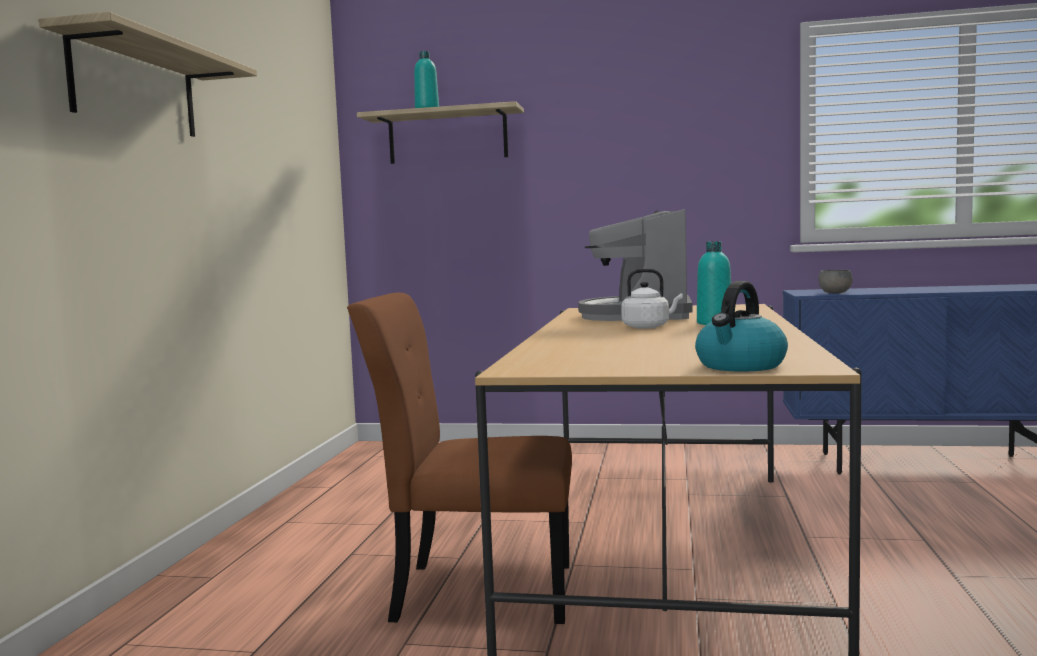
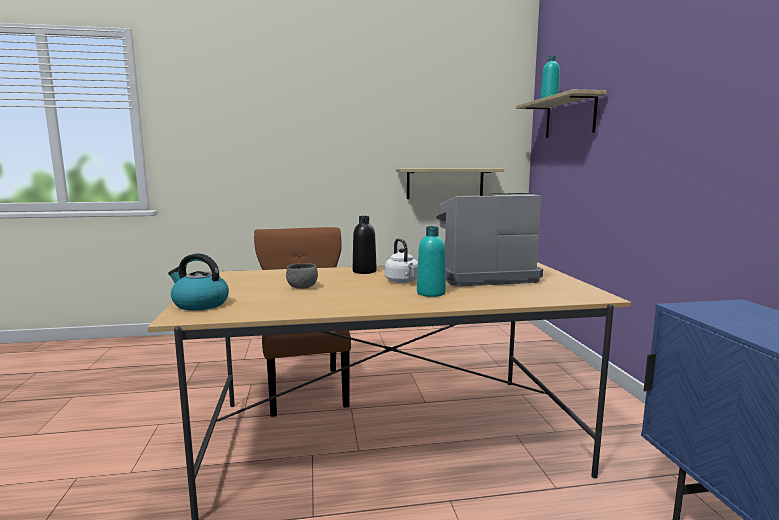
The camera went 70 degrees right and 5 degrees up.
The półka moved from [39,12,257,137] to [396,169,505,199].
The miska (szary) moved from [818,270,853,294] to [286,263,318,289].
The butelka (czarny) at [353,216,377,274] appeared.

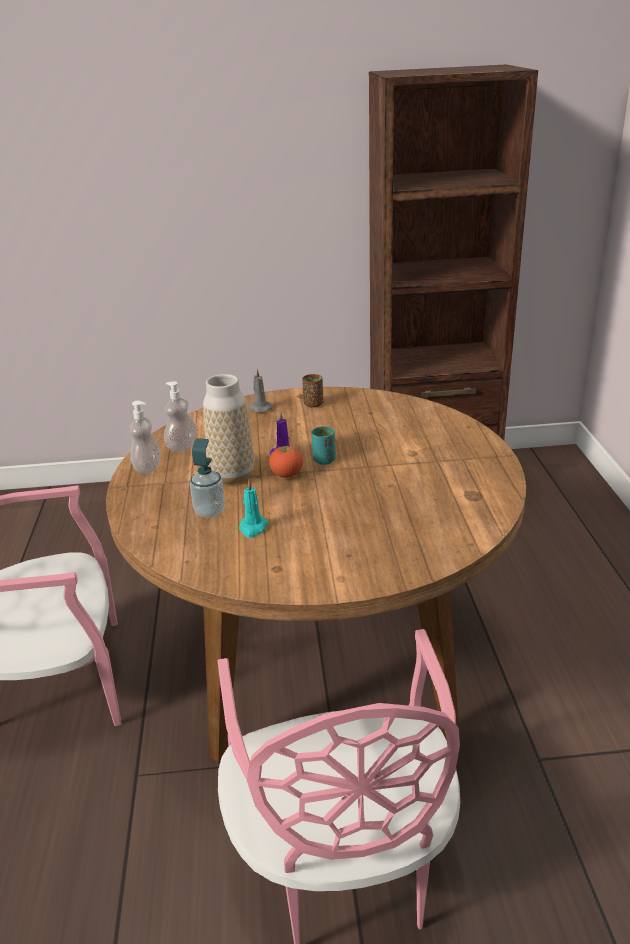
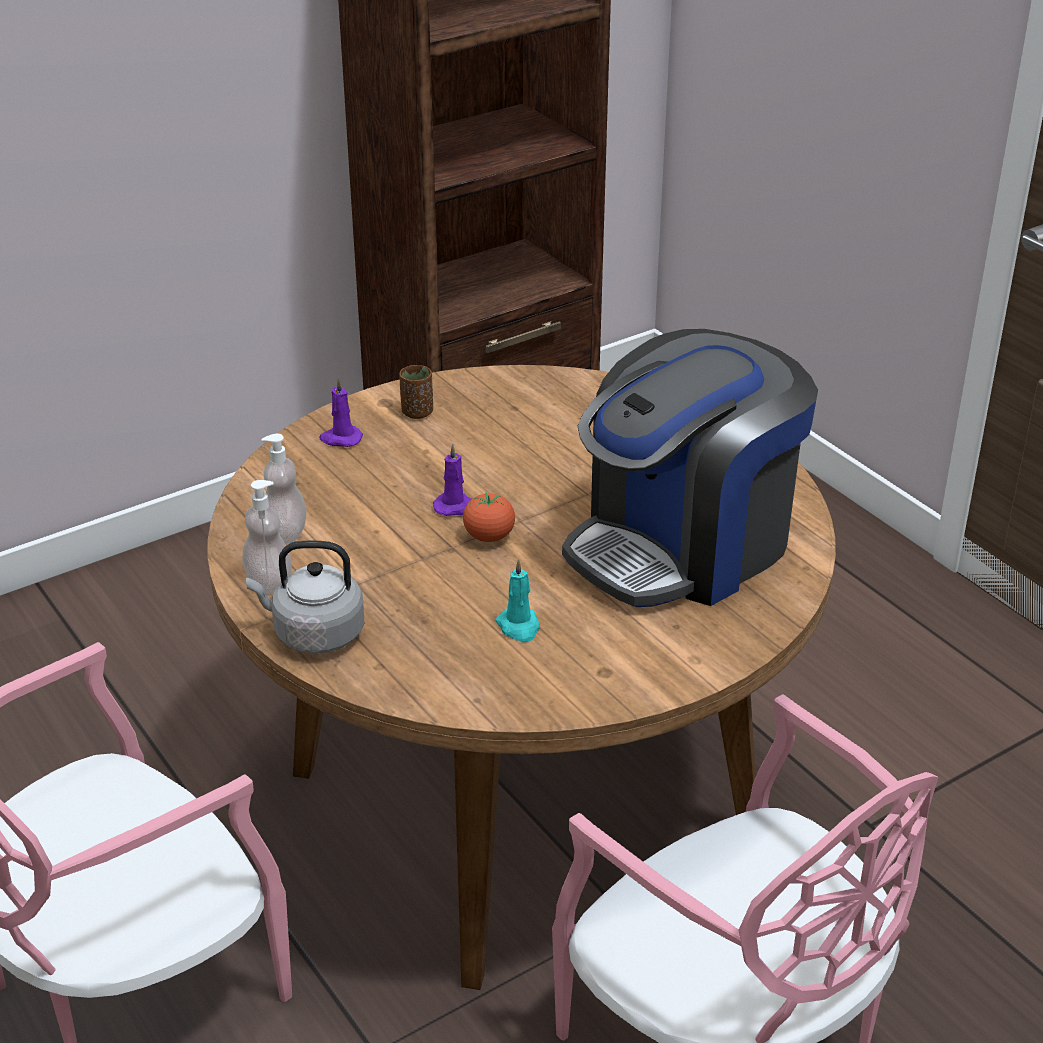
The camera went 30 degrees left and 5 degrees up.
The świeca (szary) at [248,369,273,413] became the świeca (fioletowy) at [319,378,363,447].
The wazon at [203,374,254,484] disappeared.
The filiżanka (turkusowy) at [311,426,336,465] disappeared.
The dozownik mydła at [190,438,225,518] disappeared.
The ekspres do kawy at [562,329,818,607] appeared.
The czajnik (szary) at [246,541,364,654] appeared.

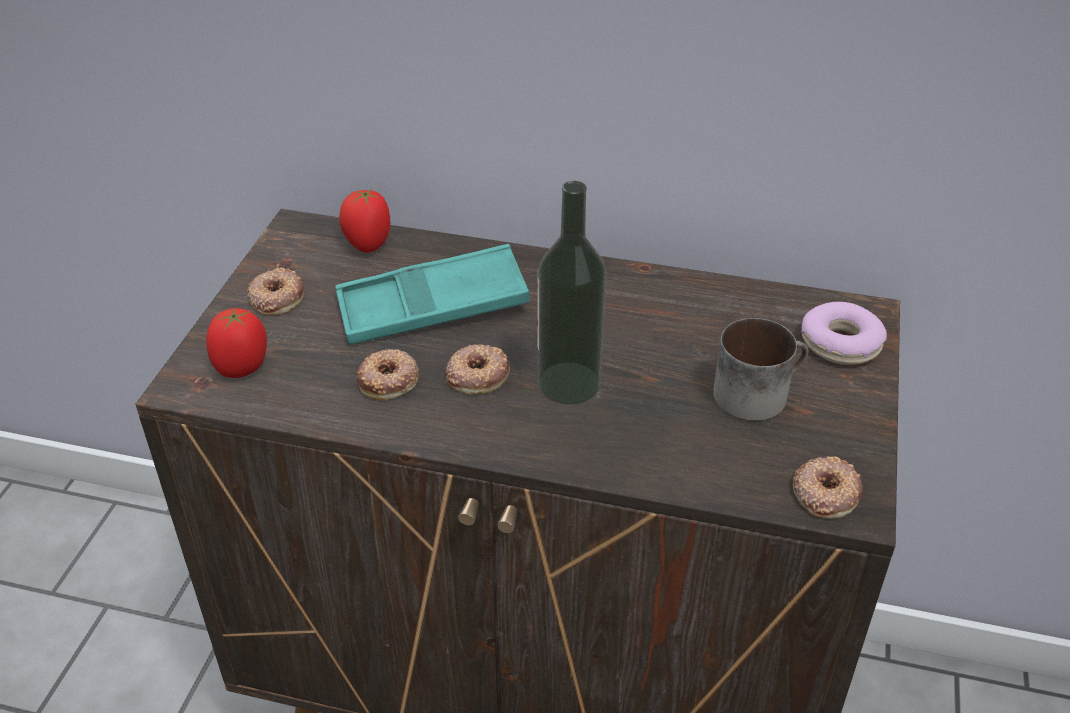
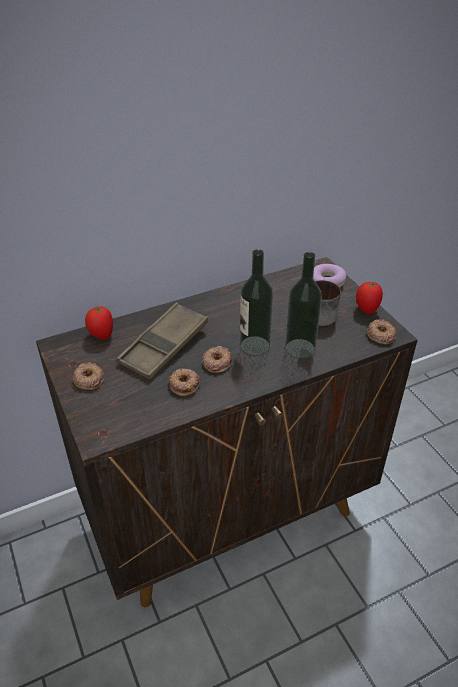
The camera went 40 degrees left and 0 degrees up.
The taca (turkusowy) at [335,244,530,345] became the taca (brązowy) at [117,302,208,380].
The pomidor moved from [206,308,267,378] to [356,282,383,314].
The butelka at [285,252,322,359] appeared.

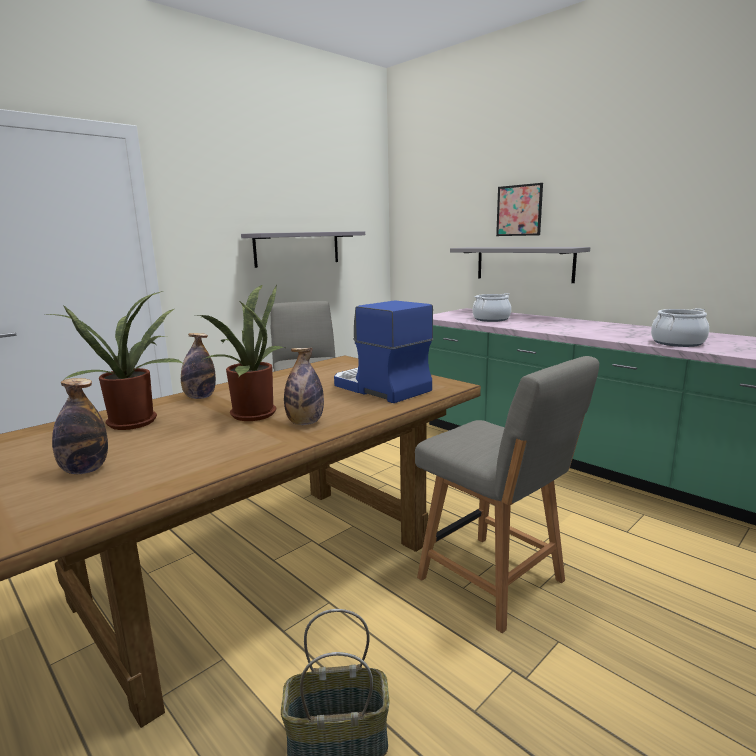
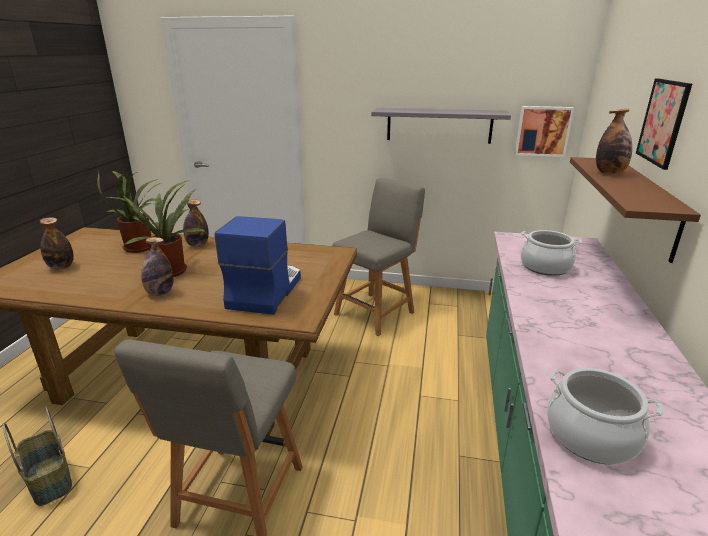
The camera went 55 degrees right and 10 degrees up.
The półka (szary) at [450,247,590,283] became the półka (brązowy) at [570,157,701,263].
The obraz at [515,106,574,157] appeared.
The butelka at [596,109,632,174] appeared.

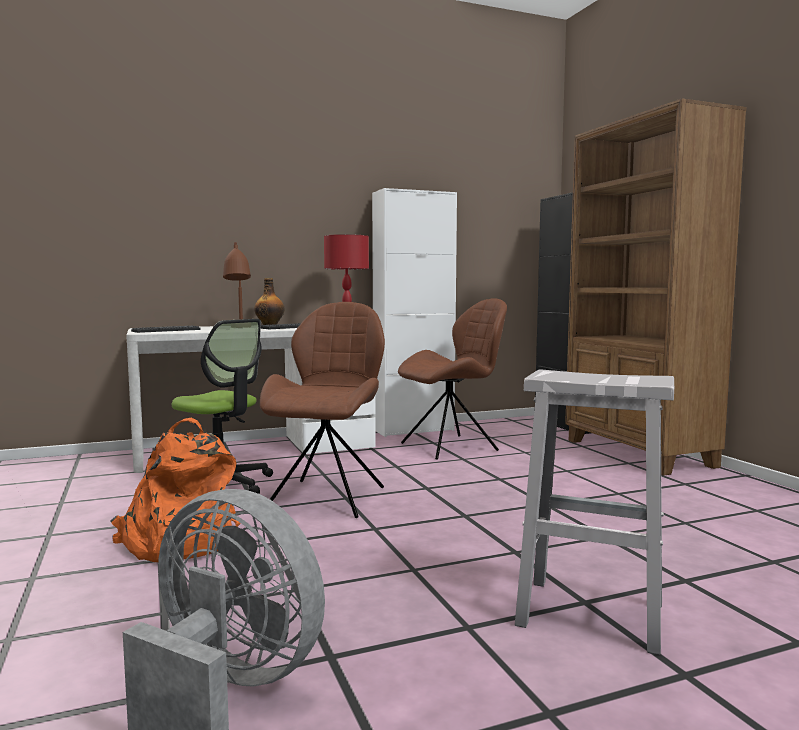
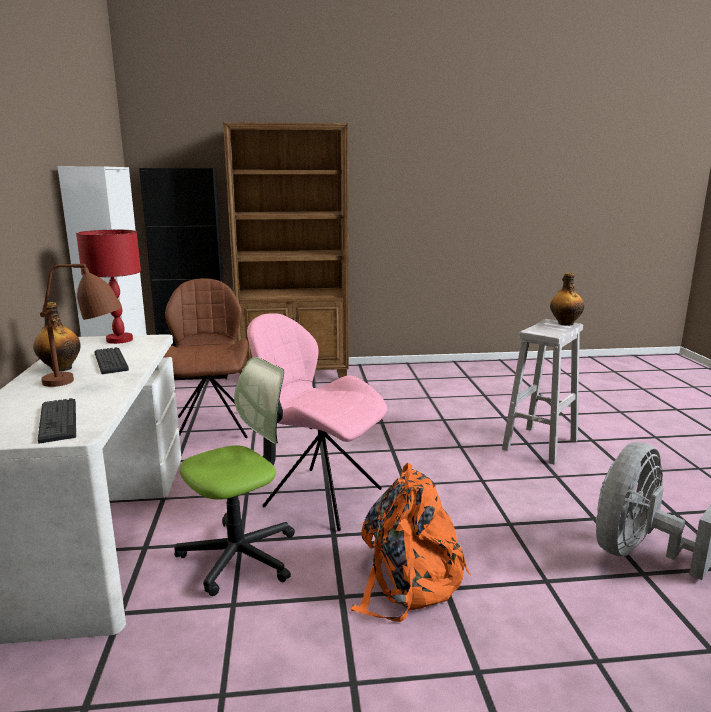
The camera went 75 degrees left and 10 degrees up.
The krzesło (brązowy) at [260,302,385,518] became the krzesło (różowy) at [247,313,387,531].
The butelka at [550,273,584,326] appeared.

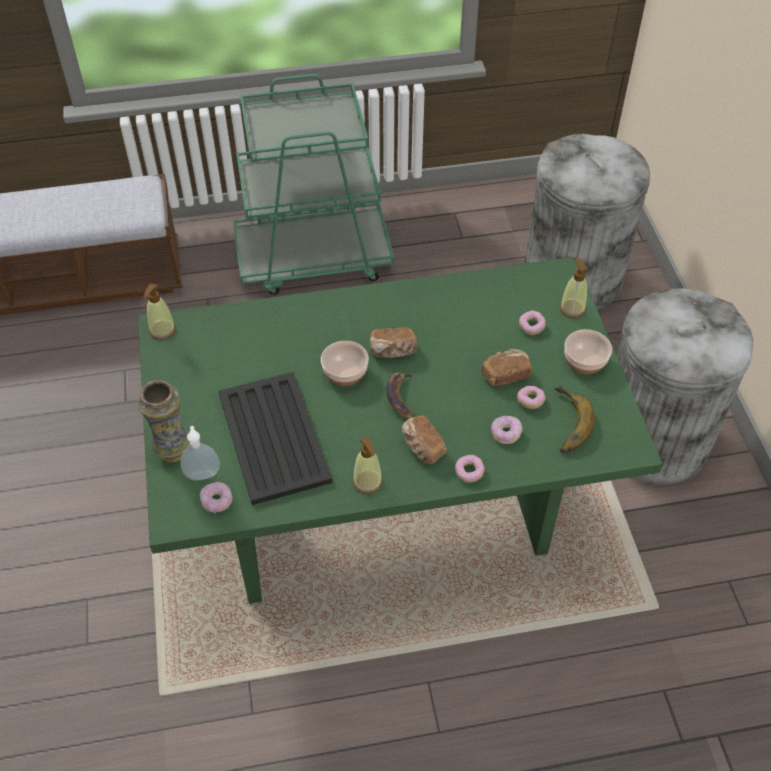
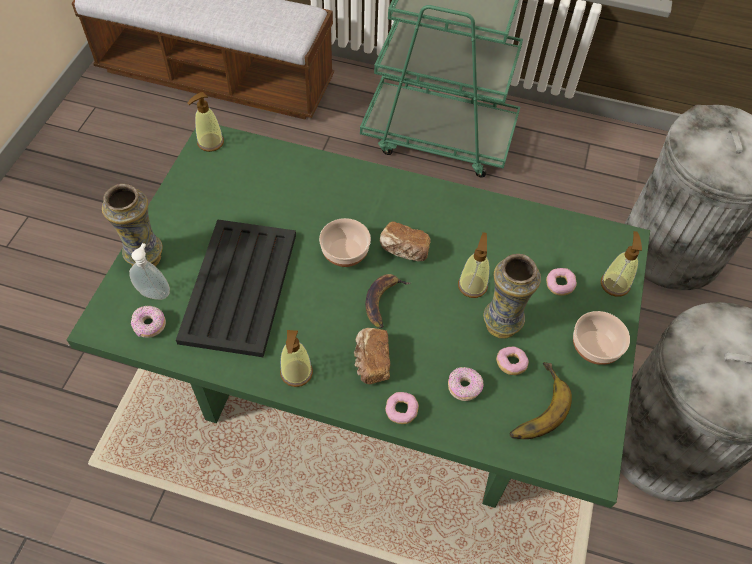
The camera went 25 degrees right and 5 degrees up.
The chleb at [482,349,532,386] was replaced by the wazon at [483,254,541,338].
The dozownik mydła at [458,232,489,298] appeared.

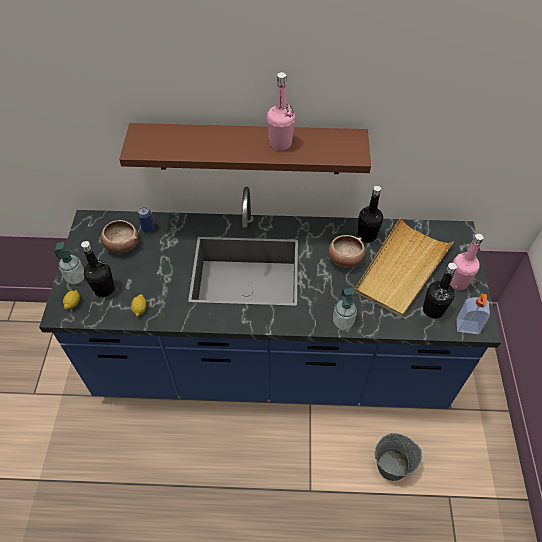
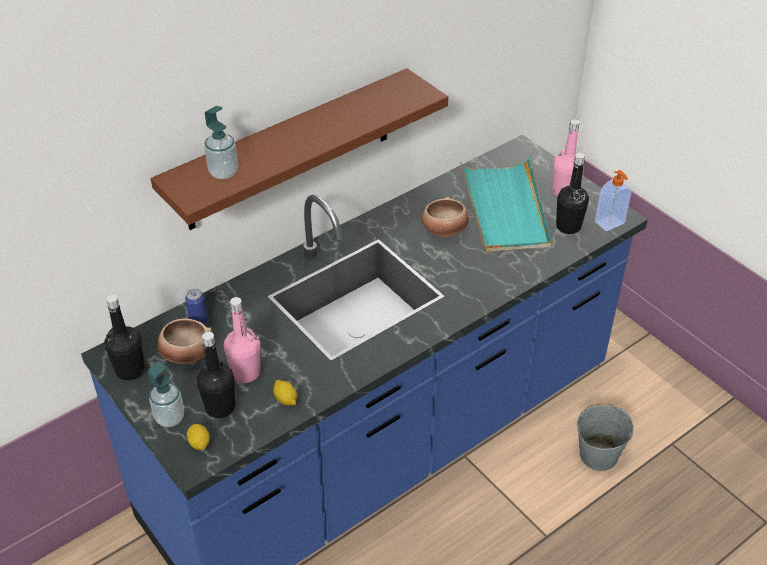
The camera went 40 degrees left and 10 degrees down.
The butelka (różowy) moved from [267,72,295,150] to [224,297,260,383].
The butelka (czarny) moved from [358,186,383,243] to [104,295,145,380].
The taca (beżowy) at [354,217,454,317] became the taca (turkusowy) at [460,157,551,253].
The dozownik mydła moved from [333,288,357,330] to [204,106,238,179].

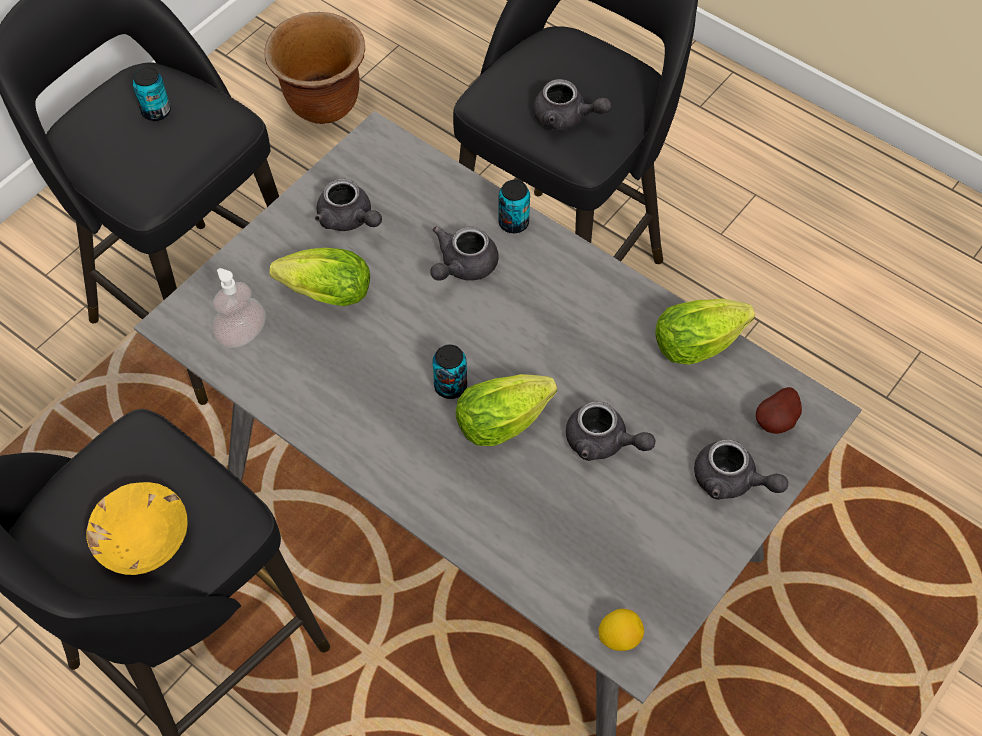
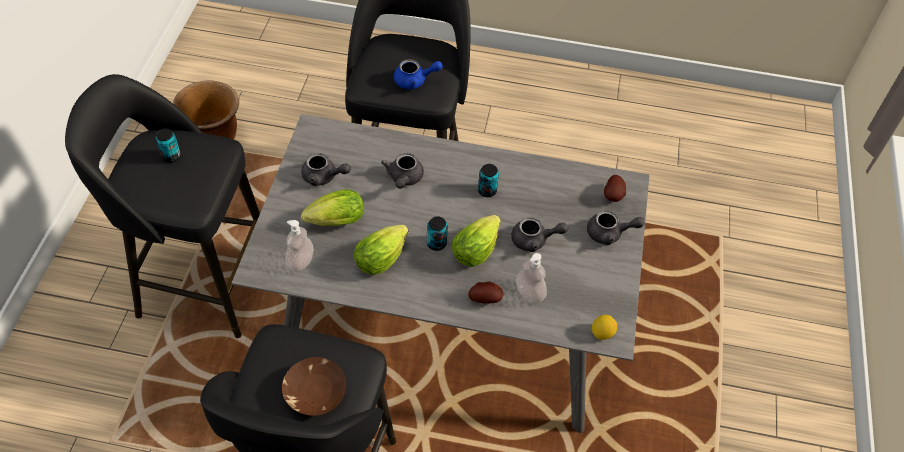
The camera went 30 degrees left and 5 degrees down.
The imbryk (szary) at [533,79,612,130] became the imbryk (niebieski) at [394,59,443,89].
The puszka moved from [498,180,530,233] to [478,164,499,197].
The sałata moved from [656,299,755,365] to [354,225,408,275].
The miska (żółty) at [86,482,188,575] became the miska (brązowy) at [282,357,346,416].
The dozownik mydła at [516,253,547,303] appeared.
The ziemniak at [468,282,504,304] appeared.

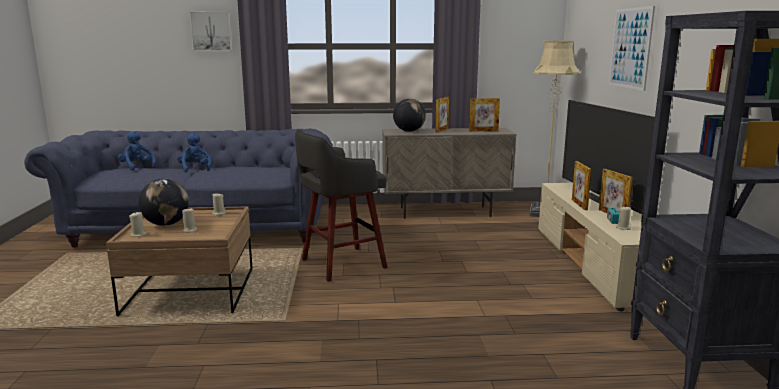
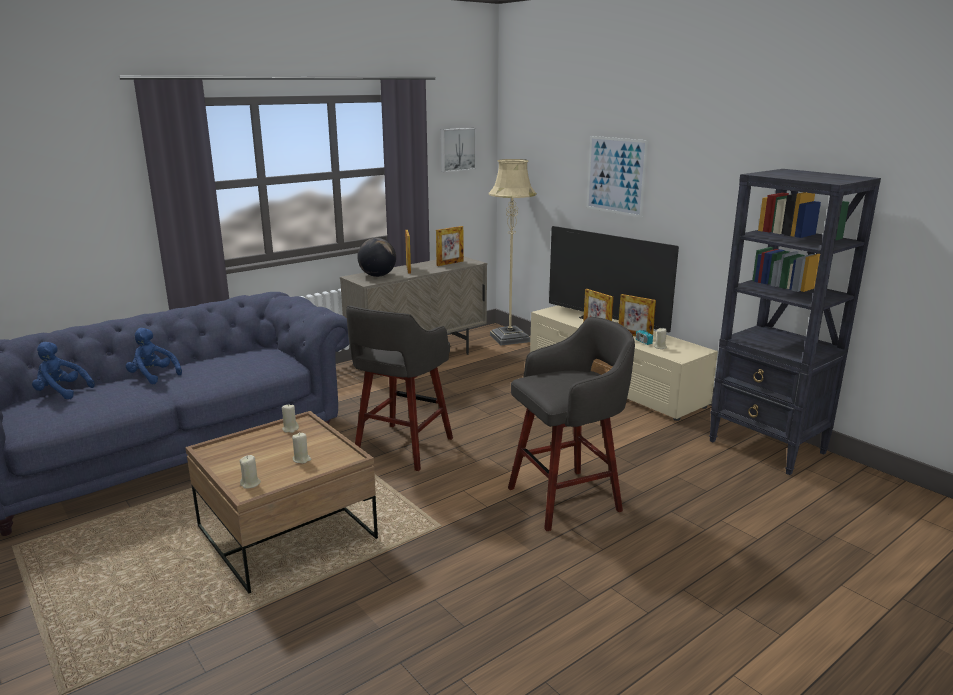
The camera went 35 degrees left and 5 degrees up.
The obraz moved from [189,11,232,51] to [440,128,476,172].
The globus at [138,179,189,226] disappeared.
The stołek (szary) at [508,317,635,531] appeared.

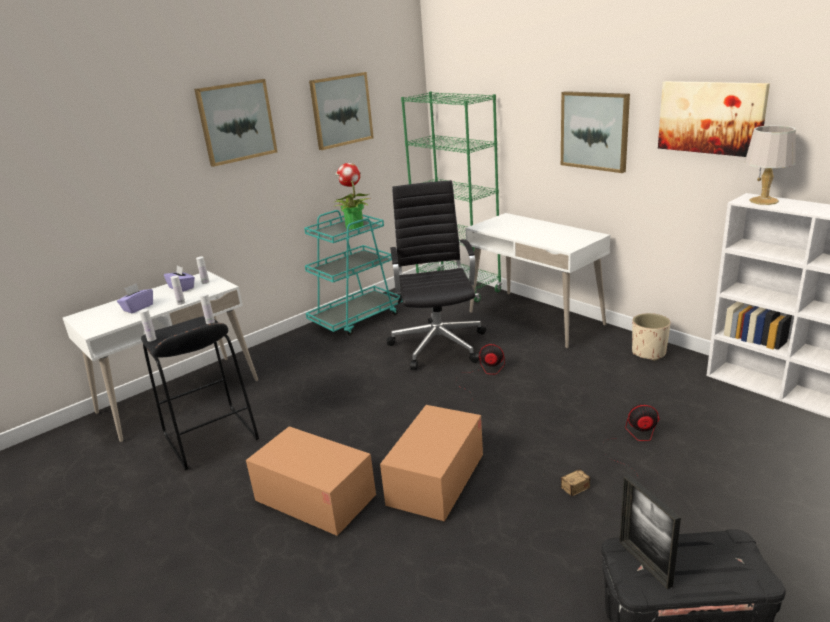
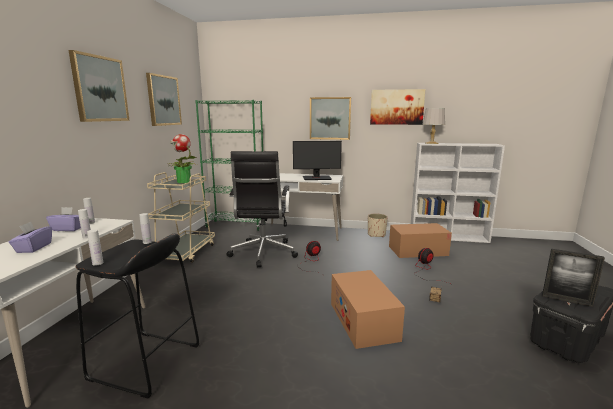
The camera went 40 degrees left and 10 degrees down.
The krzesło biurowe (czarny) at [386,180,486,370] turned 135 degrees counterclockwise.
The wózek (turkusowy) at [304,210,403,335] became the wózek (beżowy) at [147,172,215,263].
The karton moved from [246,426,376,536] to [389,223,452,258].
The monitor at [293,141,342,180] appeared.

